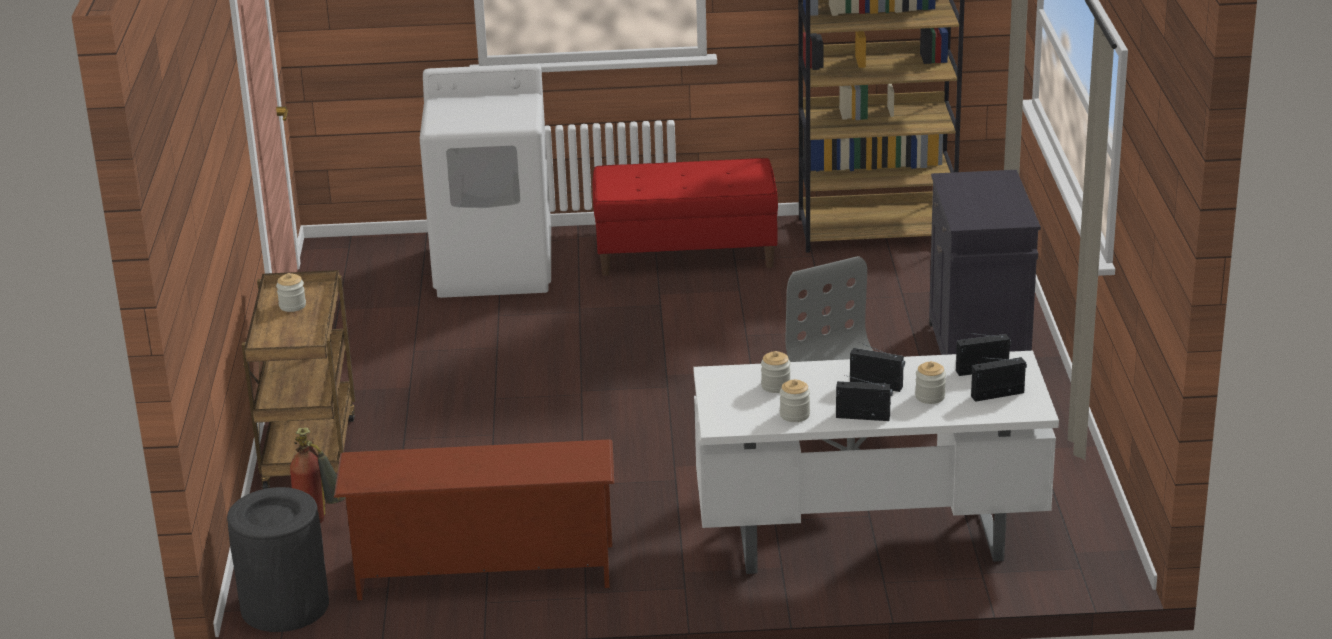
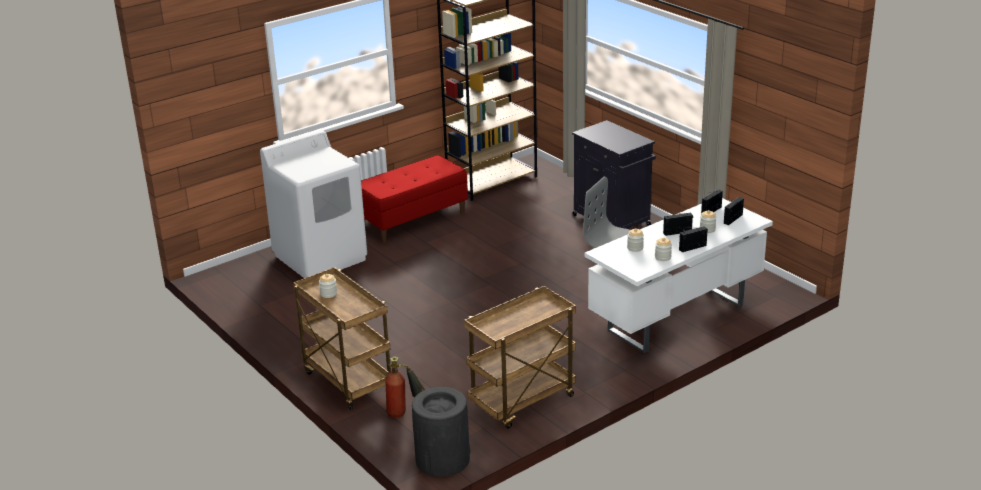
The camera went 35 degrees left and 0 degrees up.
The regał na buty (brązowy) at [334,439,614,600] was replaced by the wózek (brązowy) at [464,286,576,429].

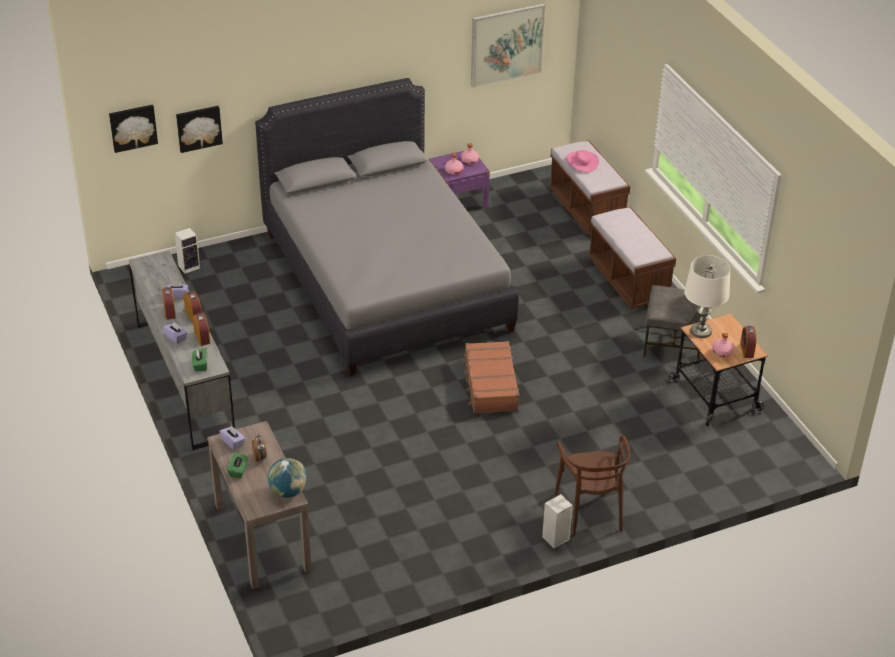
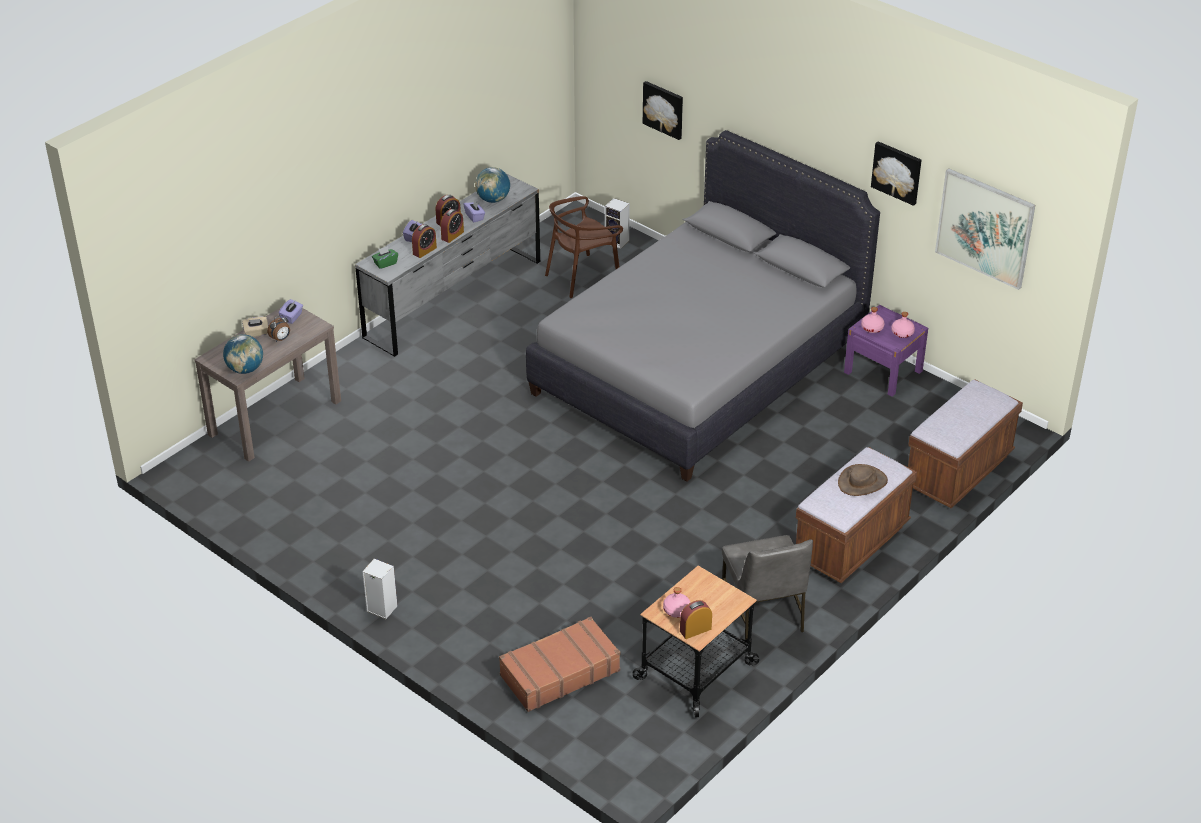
The camera went 65 degrees right and 0 degrees up.
The obraz moved from [109,105,158,153] to [871,141,922,206].
The kapelusz (różowy) at [566,150,599,172] disappeared.
The lampa stołowa (biały) at [684,255,731,338] disappeared.
The walizka (brązowy) moved from [462,341,519,413] to [499,616,620,712].
The krzesło (brązowy) moved from [554,435,630,536] to [545,196,623,298].
The pudełko chusteczek (zielony) at [227,452,248,478] became the pudełko chusteczek (beżowy) at [242,316,268,337].
The globus at [475,167,510,203] appeared.
The kapelusz (brązowy) at [838,464,888,496] appeared.

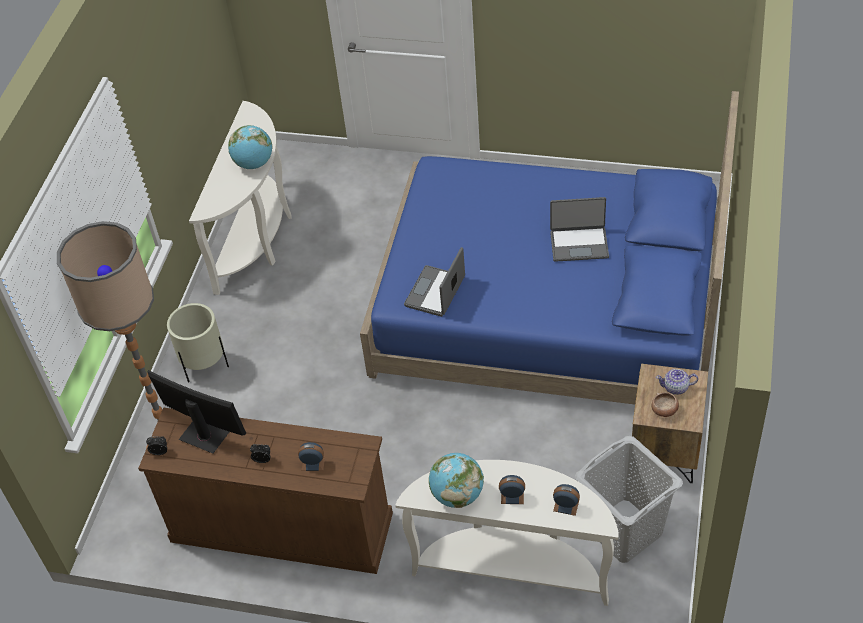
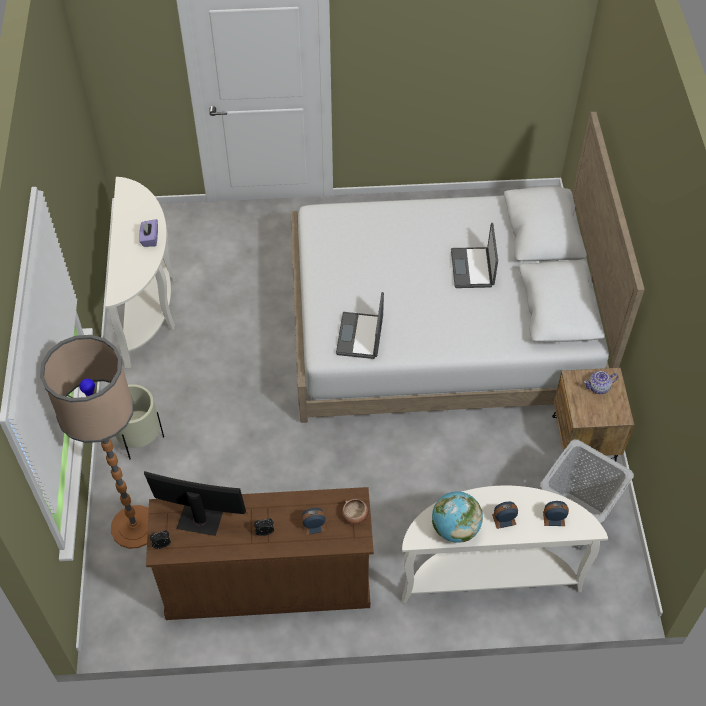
The camera went 20 degrees left and 5 degrees up.
The łóżko (niebieski) at [360,91,739,405] became the łóżko (biały) at [291,112,645,423].
The globus at [228,125,273,169] was replaced by the pudełko chusteczek (fioletowy) at [139,219,158,247].
The laptop at [550,197,609,262] turned 105 degrees clockwise.
The miska moved from [652,392,679,417] to [342,499,369,524].

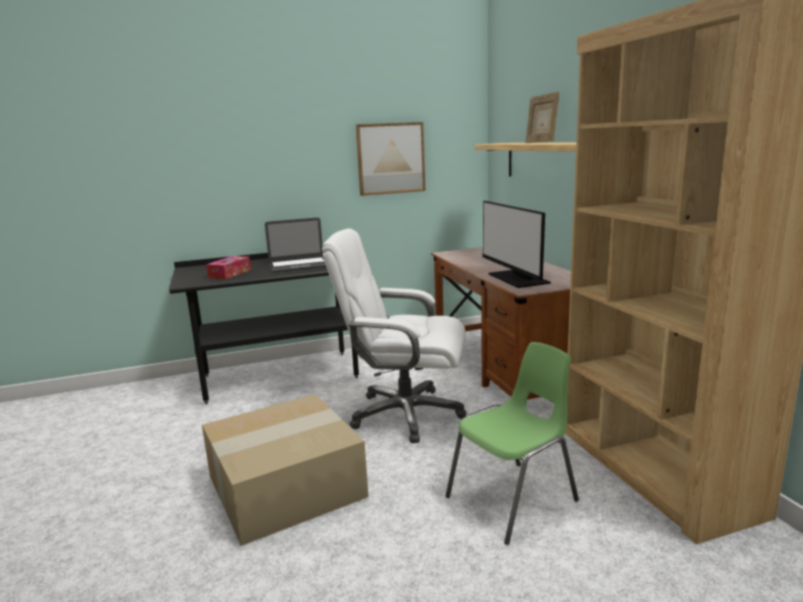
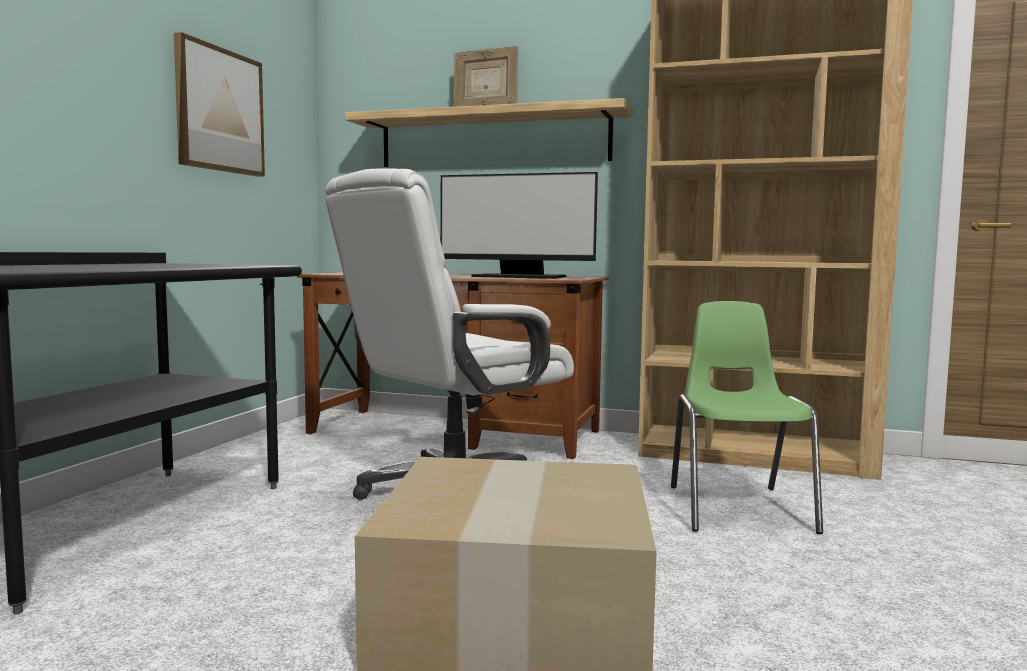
The camera went 55 degrees left and 10 degrees down.
The laptop at [265,218,326,272] disappeared.
The pudełko chusteczek at [206,256,251,279] disappeared.

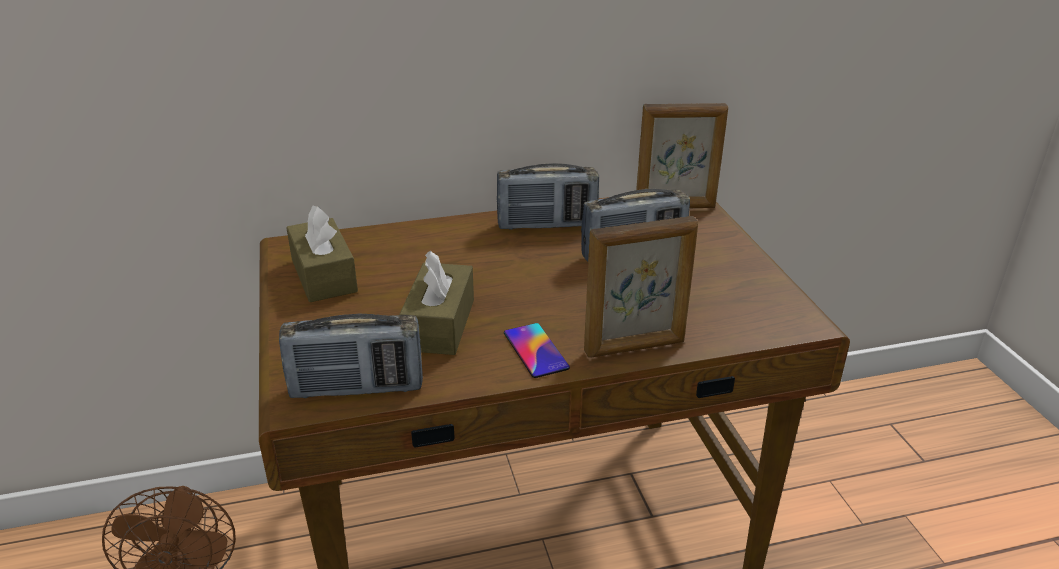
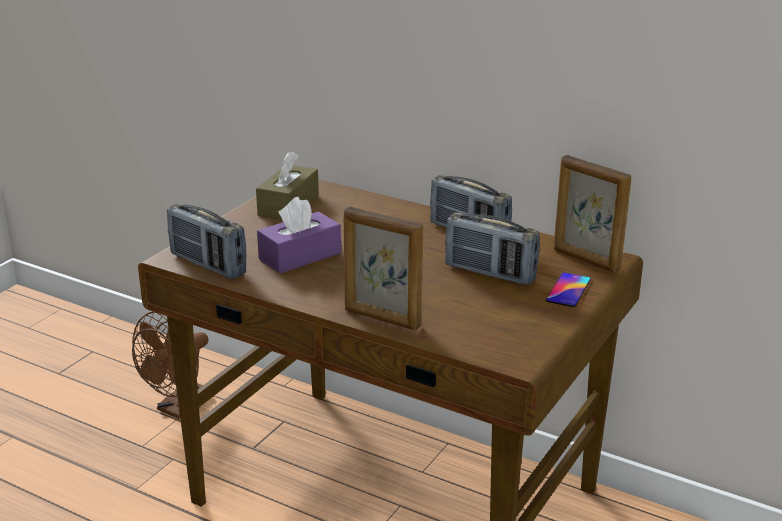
The camera went 45 degrees right and 5 degrees down.
The pudełko chusteczek (brązowy) at [399,251,474,355] became the pudełko chusteczek (fioletowy) at [257,197,341,274].
The telefon moved from [504,323,570,378] to [546,272,591,307].

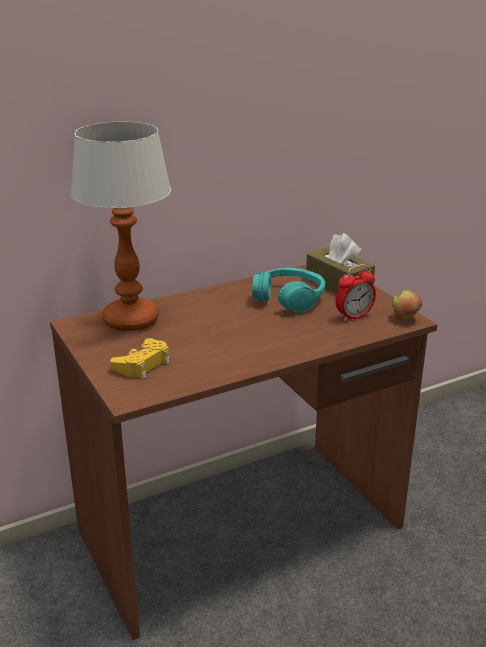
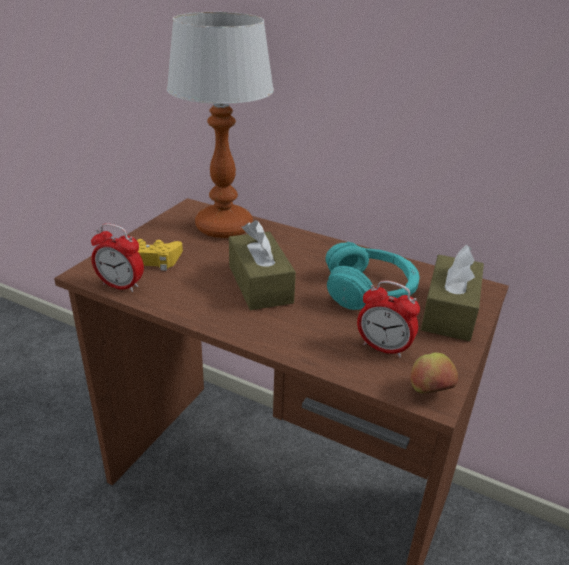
The camera went 55 degrees right and 5 degrees up.
The pudełko chusteczek (brązowy) at [229,220,296,310] appeared.
The budzik at [91,223,144,292] appeared.

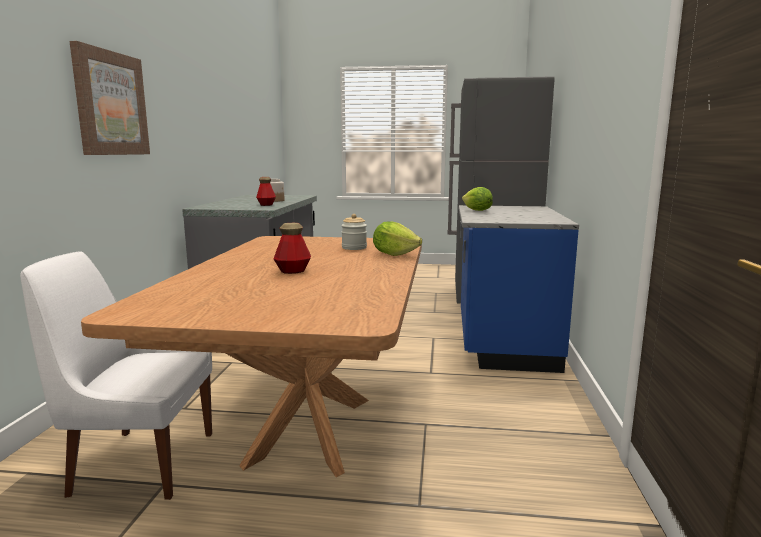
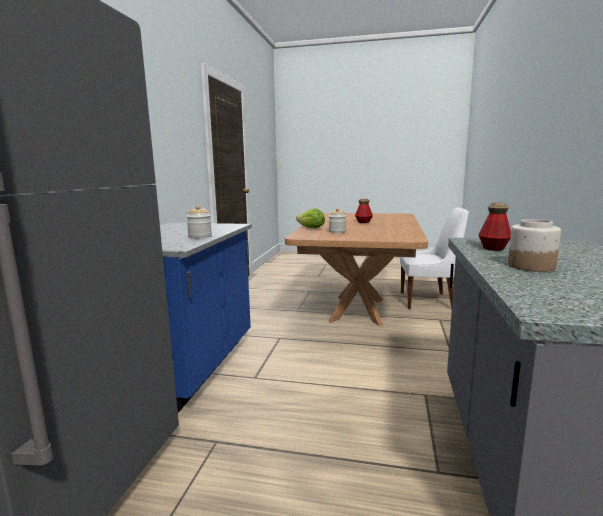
The camera went 175 degrees left and 0 degrees up.
The obraz at [69,41,150,155] disappeared.
The sałata at [462,187,493,211] was replaced by the słoik at [186,205,212,238].

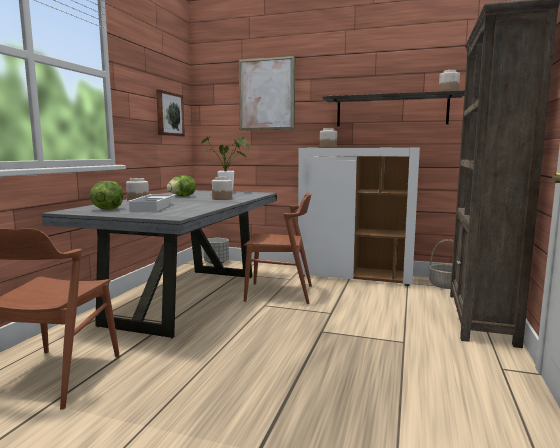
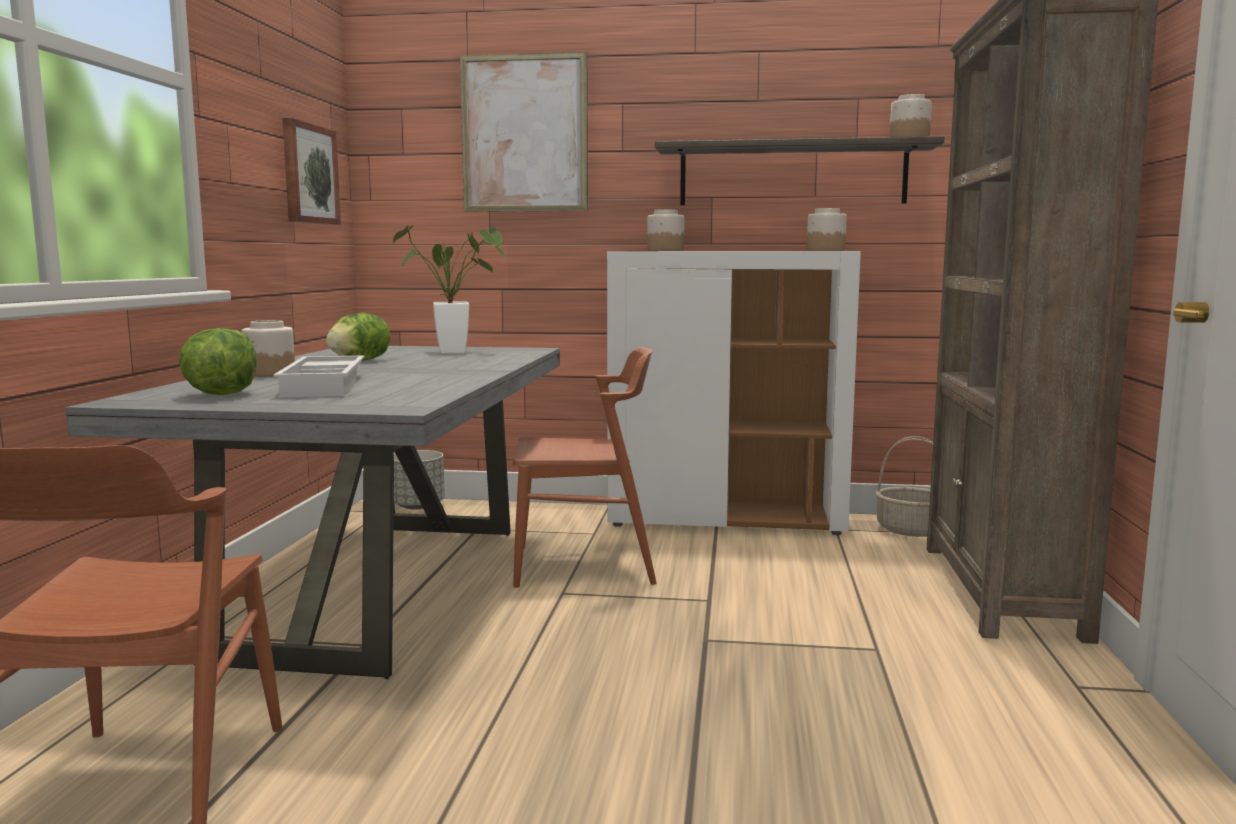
The camera went 10 degrees left and 0 degrees up.
The słoik moved from [212,177,232,200] to [807,208,847,251].

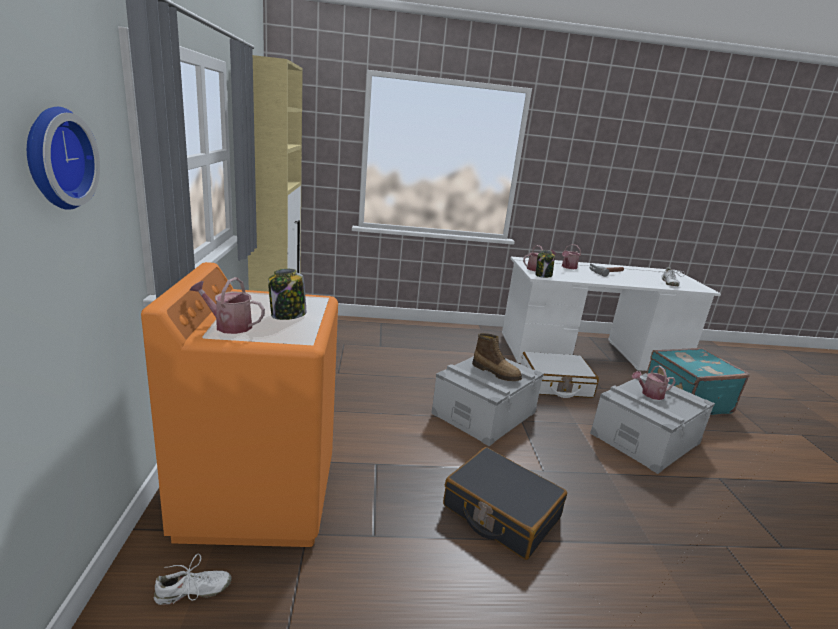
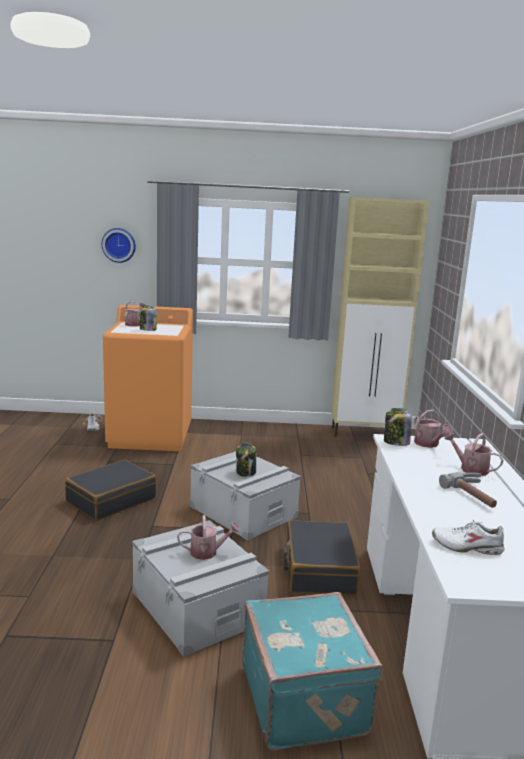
The camera went 95 degrees right and 5 degrees down.
The but z cholewką at [472,333,522,381] was replaced by the słoik at [236,442,256,477].
The walizka (biały) at [521,352,599,398] became the walizka (czarny) at [284,520,361,595].
The konewka at [632,365,676,400] turned 90 degrees clockwise.

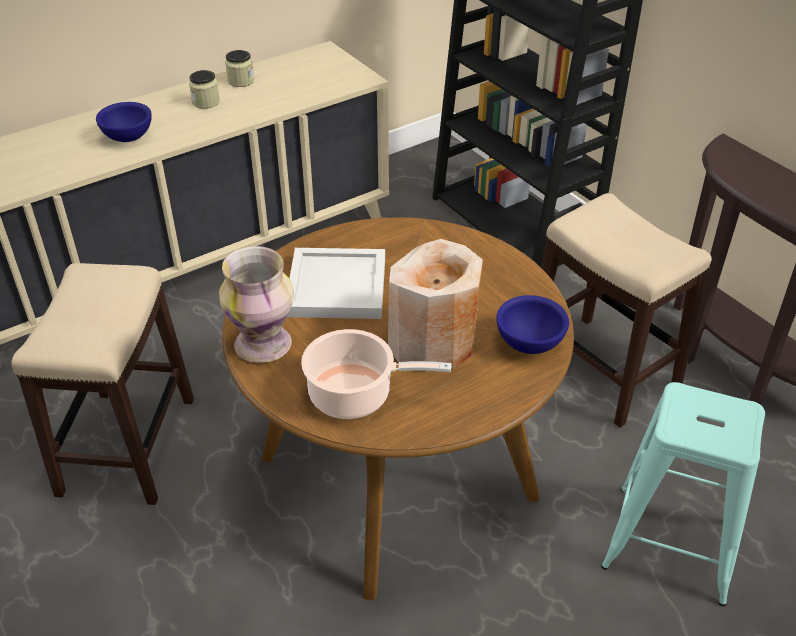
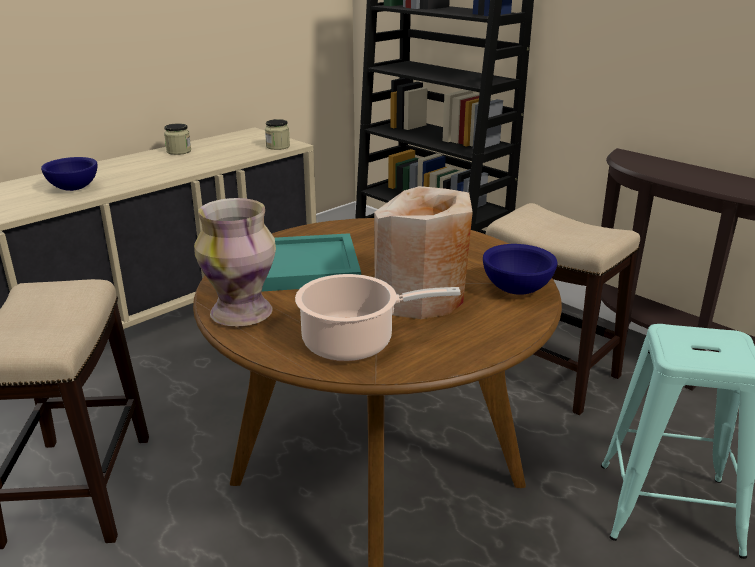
The camera went 10 degrees left and 15 degrees down.
The słoik moved from [189,70,220,109] to [265,119,290,150].
The taca (biały) at [287,248,385,319] became the taca (turkusowy) at [262,233,361,291].

